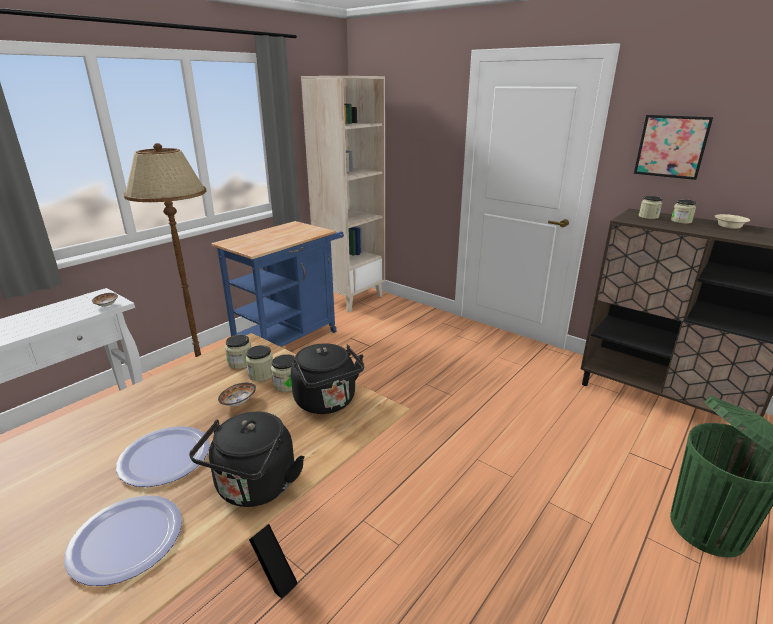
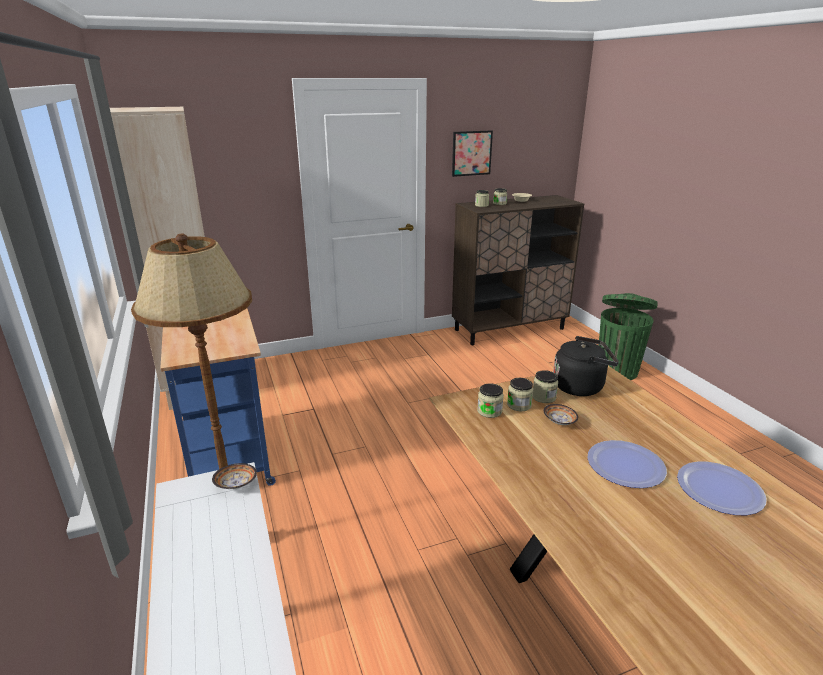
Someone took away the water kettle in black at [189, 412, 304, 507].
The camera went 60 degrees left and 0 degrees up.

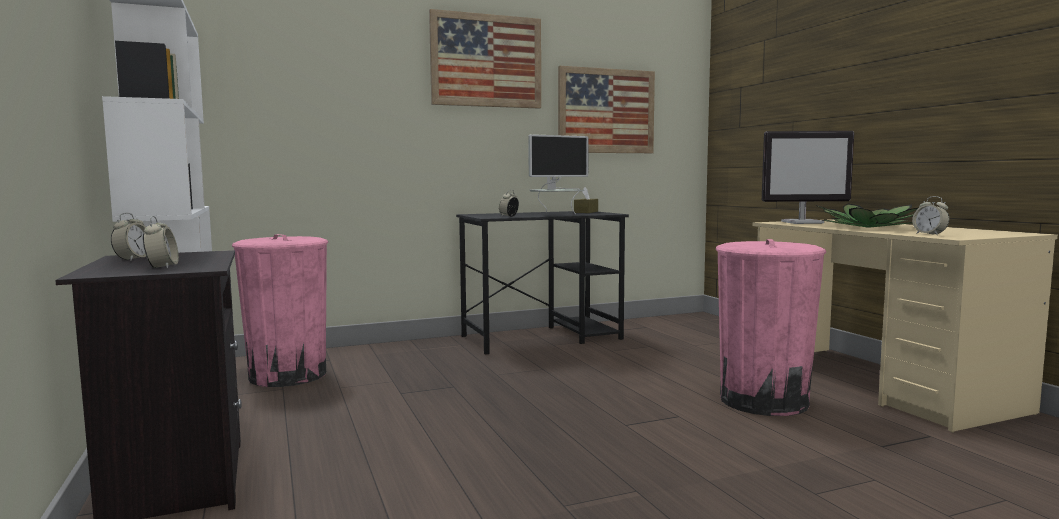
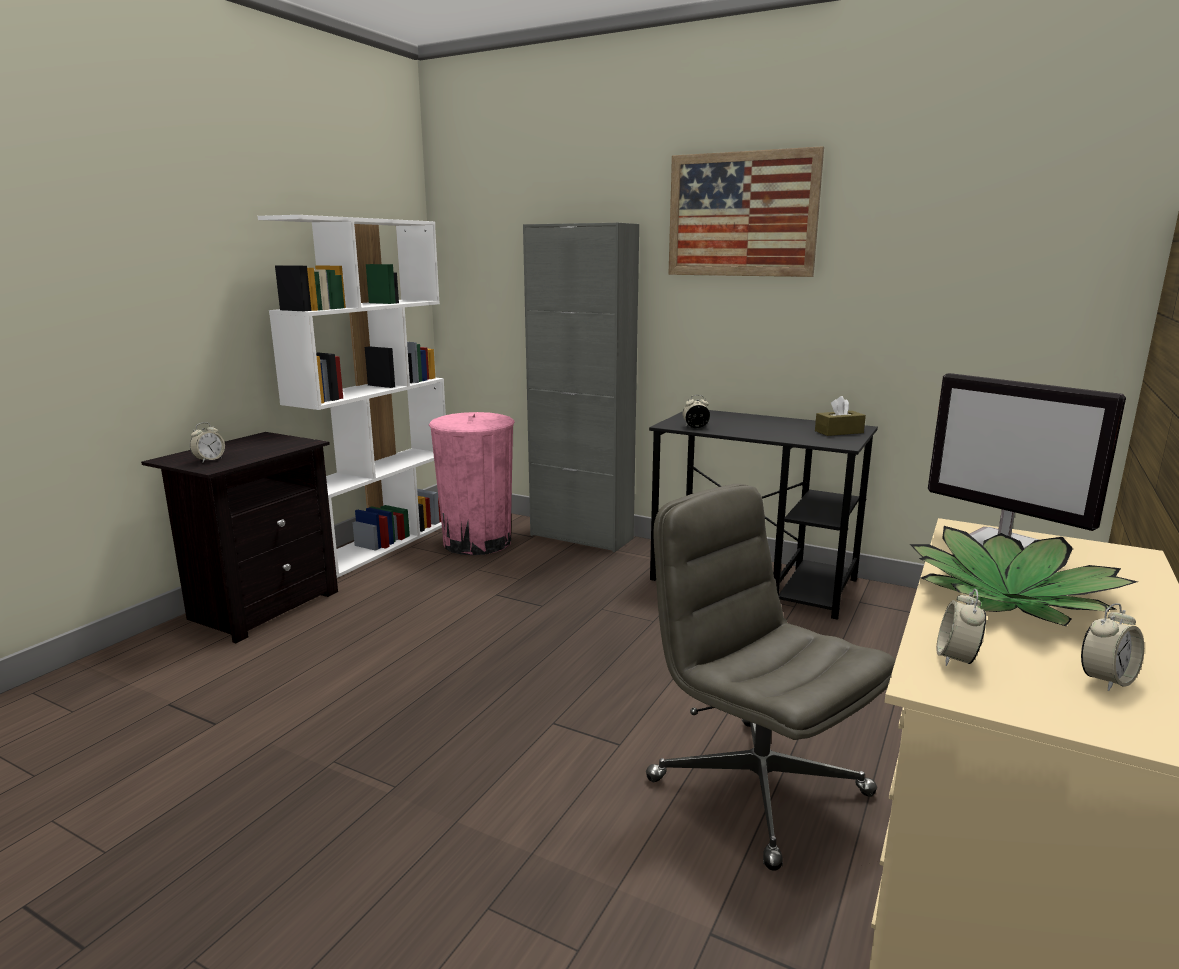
Someone put down the cupboard in gray at [523, 223, 639, 552].
Someone swapped the rubbish bin in pink at [716, 239, 826, 416] for the office chair in gray at [646, 484, 895, 871].
Someone carried the bedside clock from [111, 213, 146, 261] to [1081, 603, 1144, 691].
Someone took away the computer display at [528, 134, 589, 214].
Someone took away the picture at [558, 66, 655, 153].
The camera went 50 degrees right and 10 degrees up.

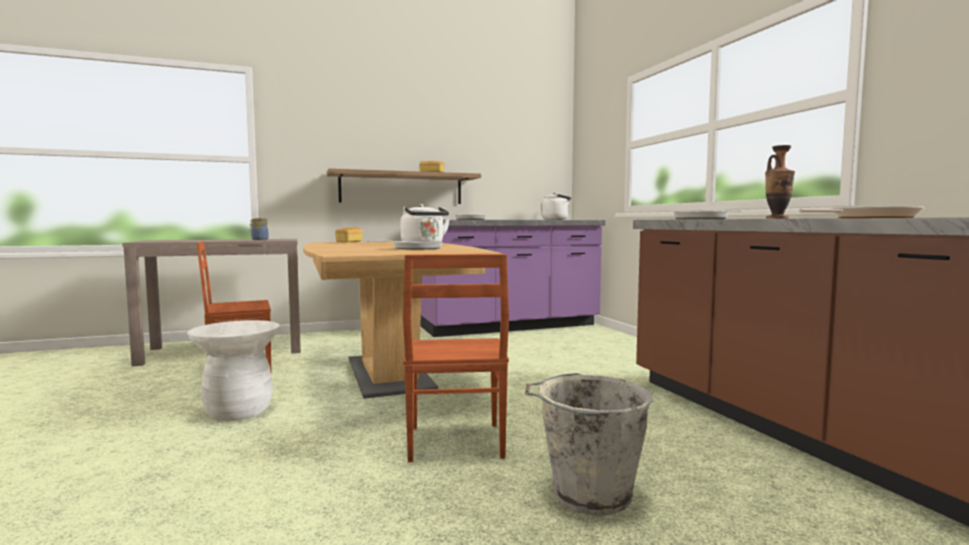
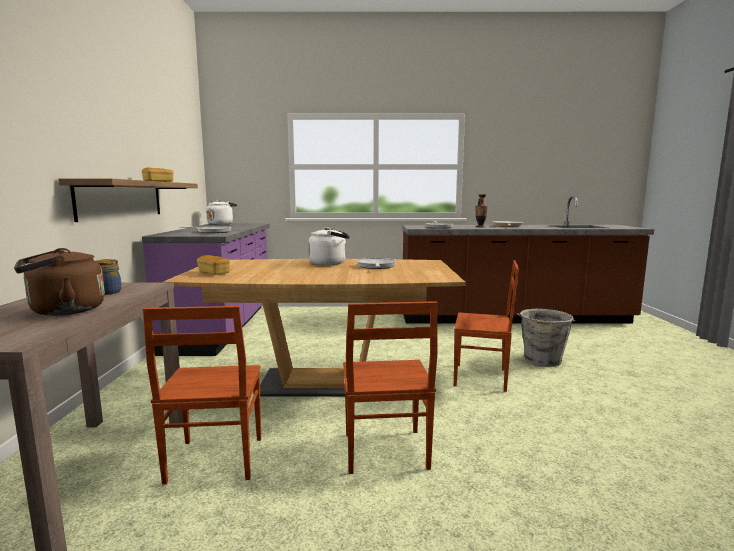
Someone put down the water kettle in brown at [14, 248, 105, 316].
Someone swapped the stool seat in white-coloured at [187, 320, 280, 421] for the upright chair in brown at [343, 301, 438, 474].
The camera went 70 degrees left and 5 degrees up.

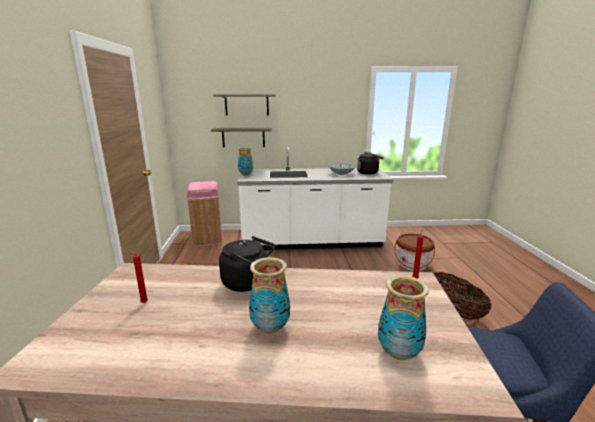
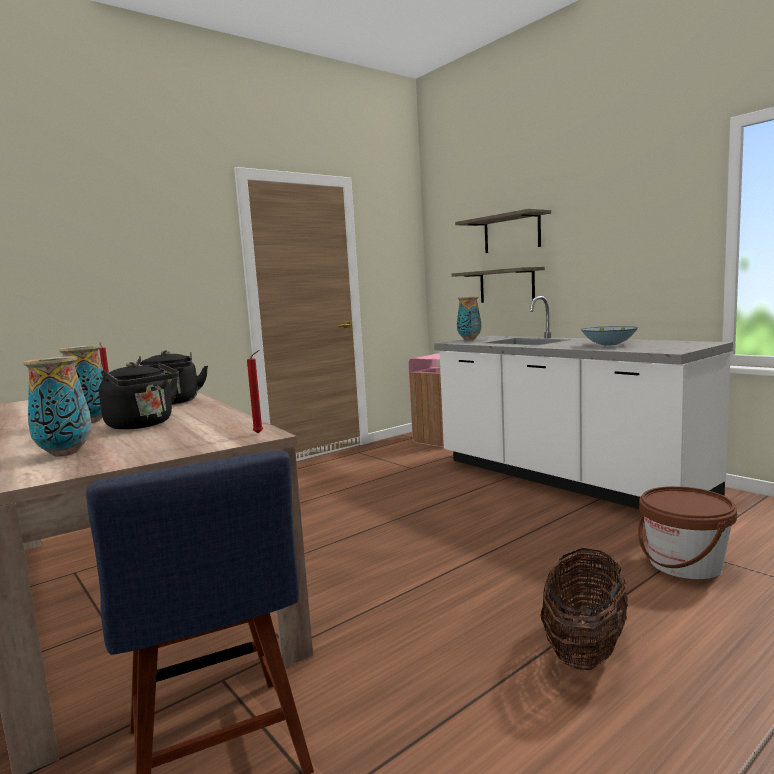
Someone carried the water kettle in black from [357, 152, 384, 175] to [99, 362, 179, 430].
The camera went 55 degrees right and 10 degrees down.

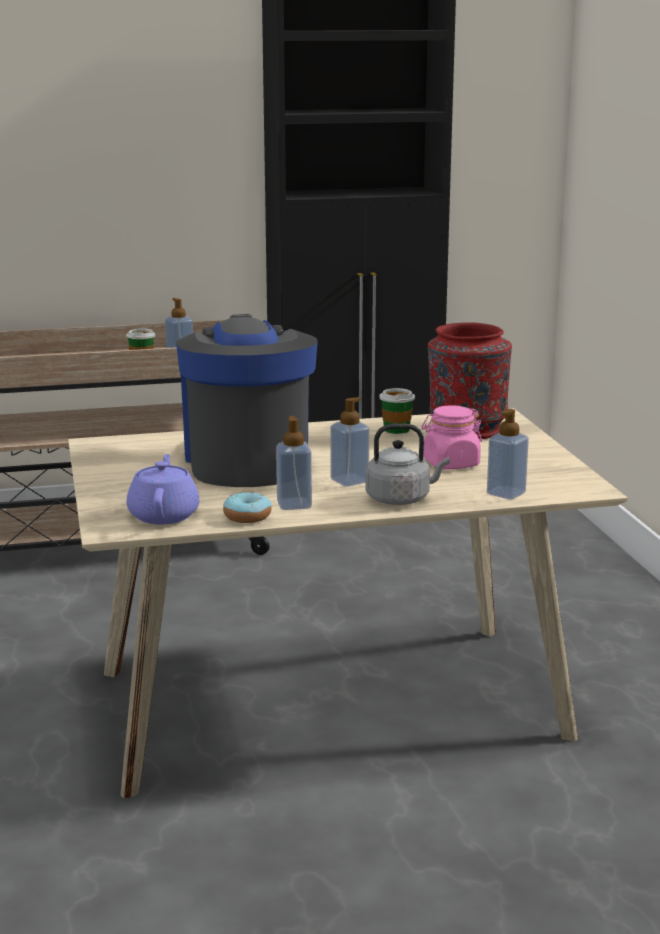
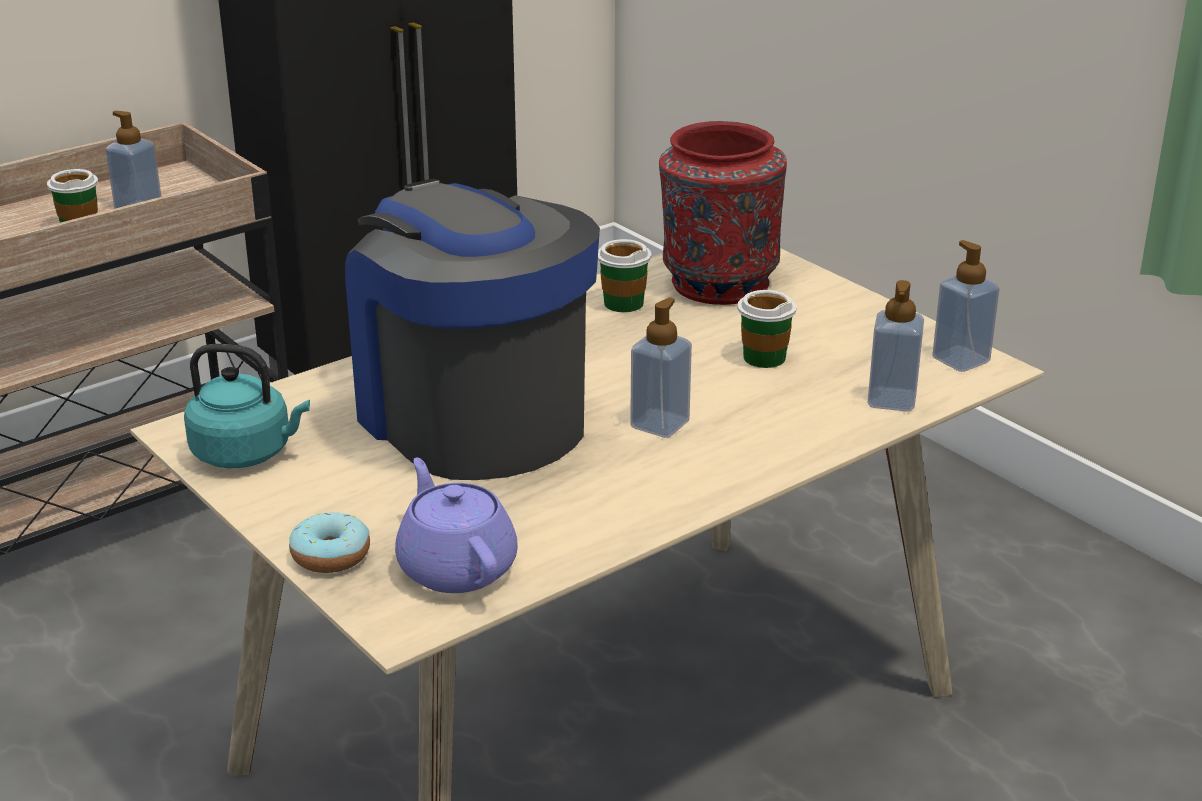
Someone put down the water kettle in turquoise at [184, 344, 310, 468].
Someone carried the doughnut from [223, 492, 272, 523] to [289, 512, 370, 573].
Someone swapped the preserve jar in pink at [421, 406, 482, 470] for the drinking cup at [737, 290, 797, 368].
Someone carried the soap dispenser from [276, 416, 312, 510] to [932, 240, 999, 372].
Someone took away the water kettle in gray at [365, 424, 450, 505].
The camera went 25 degrees left and 10 degrees up.

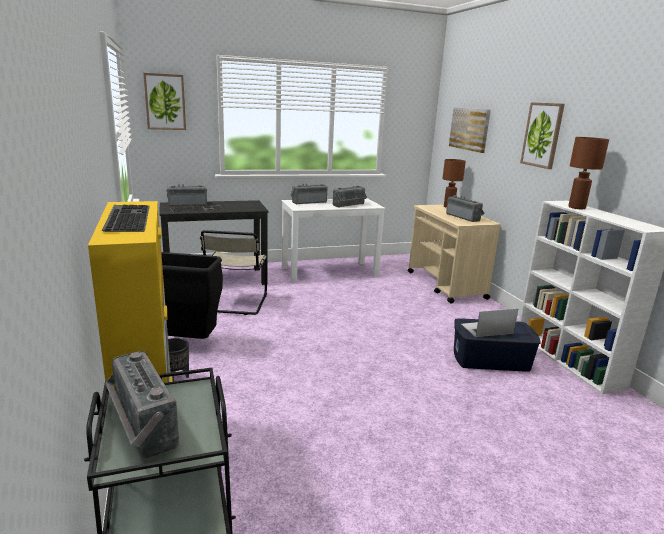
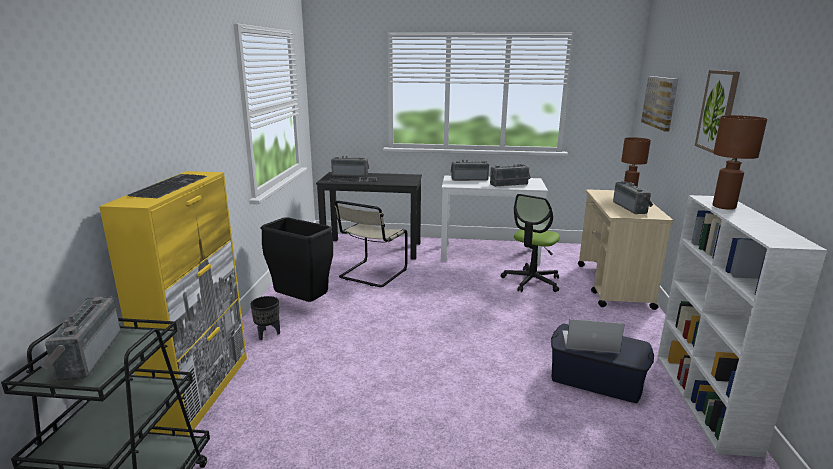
Someone put down the office chair at [501, 194, 560, 292].
Someone took away the picture at [143, 73, 186, 130].
The camera went 25 degrees right and 0 degrees up.

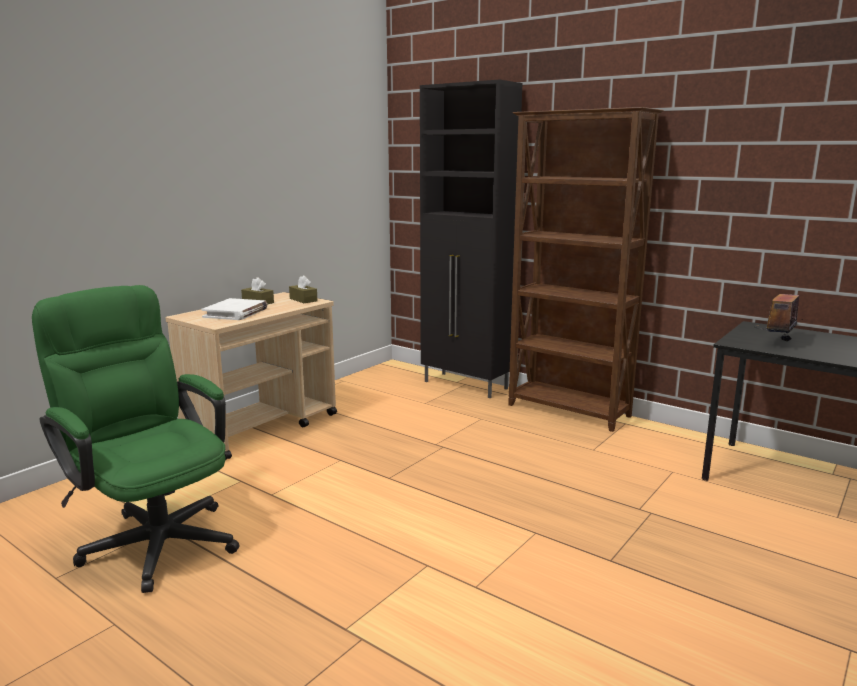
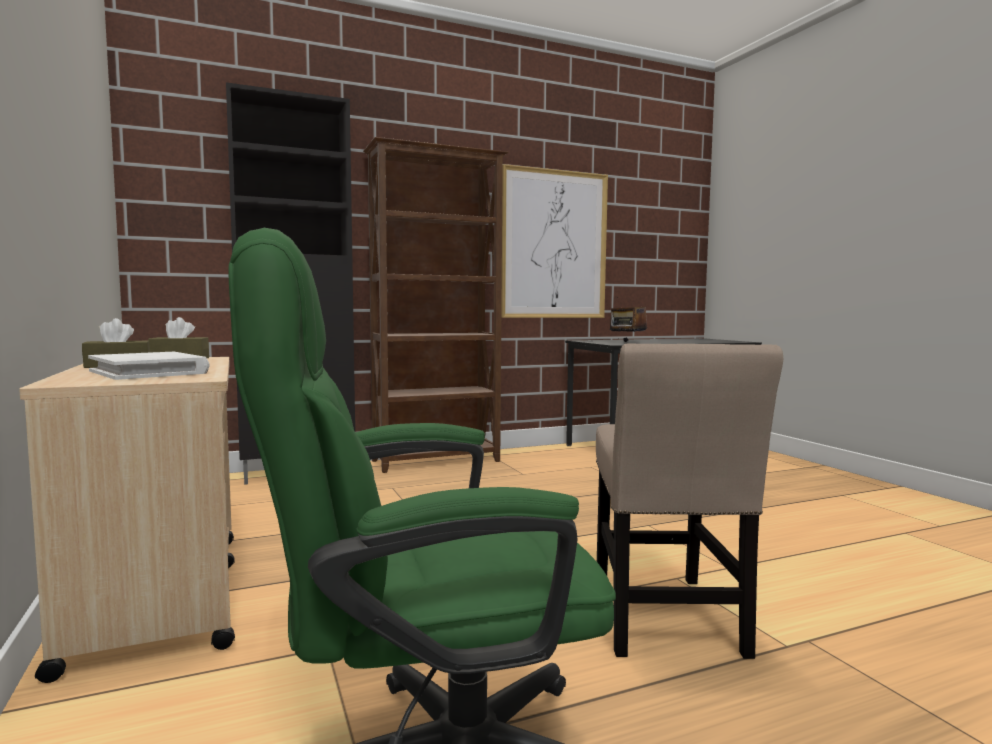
Someone put up the picture at [501, 164, 608, 318].
Someone put down the upright chair in beige at [596, 344, 783, 659].
The camera went 60 degrees left and 10 degrees down.

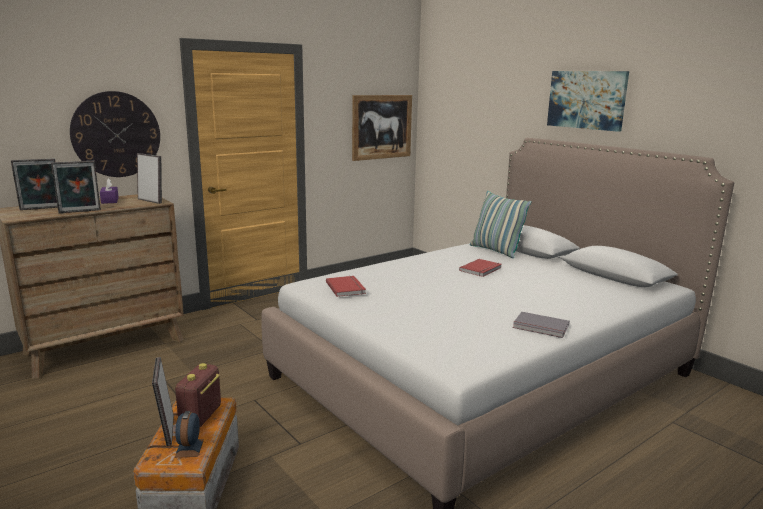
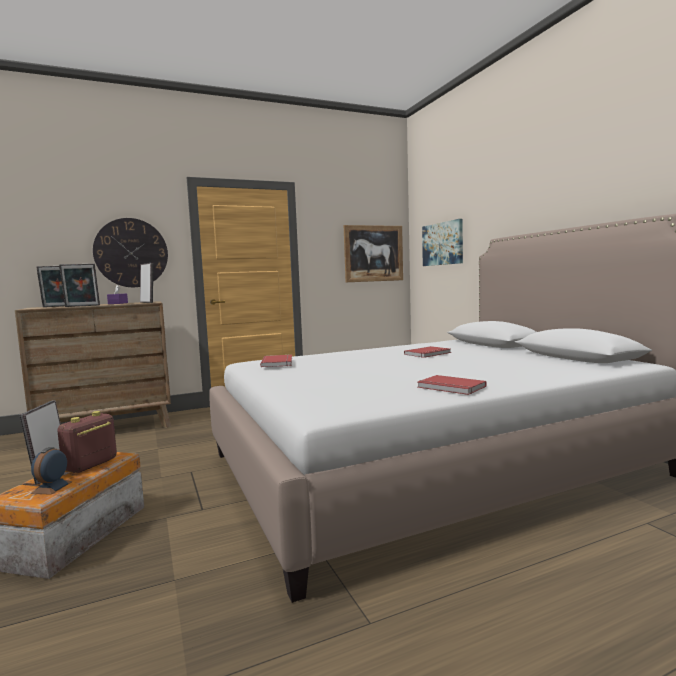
Someone repainted the volume in gray at [513, 312, 570, 338], which became the volume in red at [417, 375, 487, 395].
Someone carried the picture from [547, 71, 629, 132] to [422, 219, 463, 266].
Someone took away the throw pillow at [470, 191, 531, 258].
The camera went 15 degrees right and 10 degrees down.

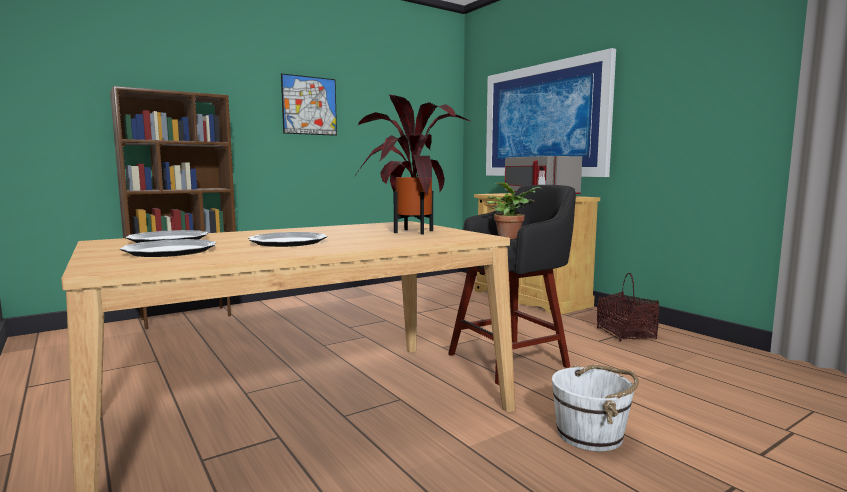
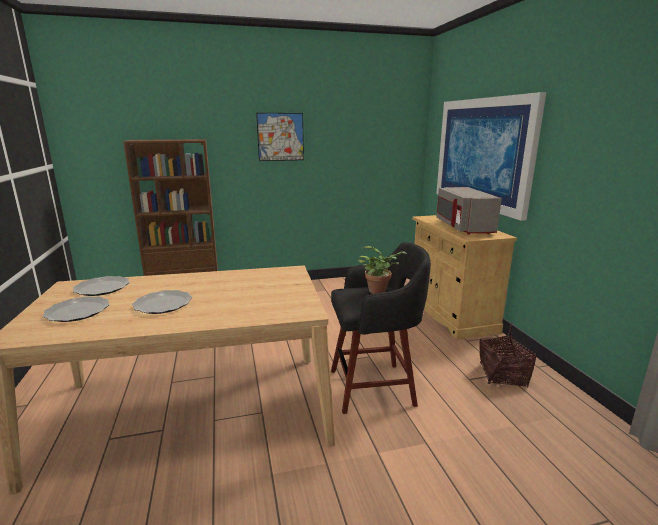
Someone took away the plant in a pot at [355, 95, 471, 235].
Someone took away the water bucket in white-coloured at [552, 365, 639, 451].
The camera went 20 degrees right and 10 degrees up.

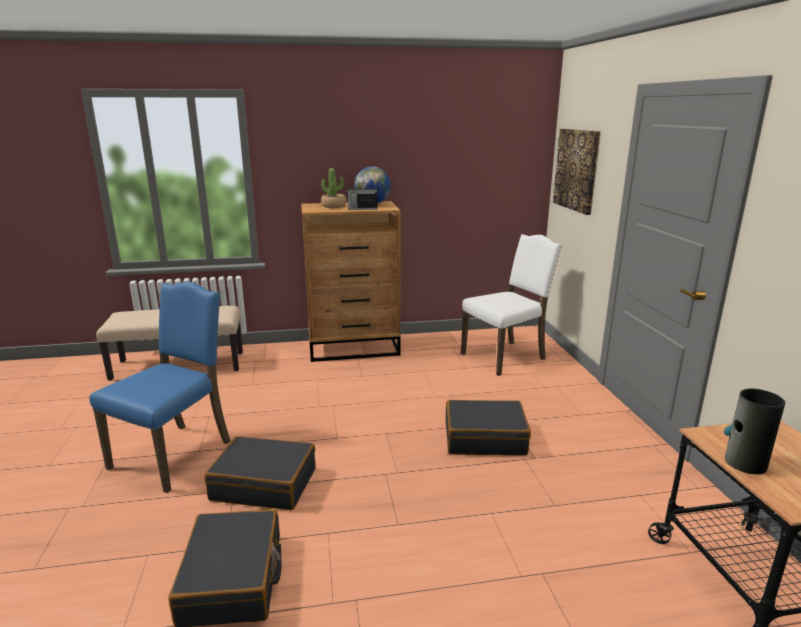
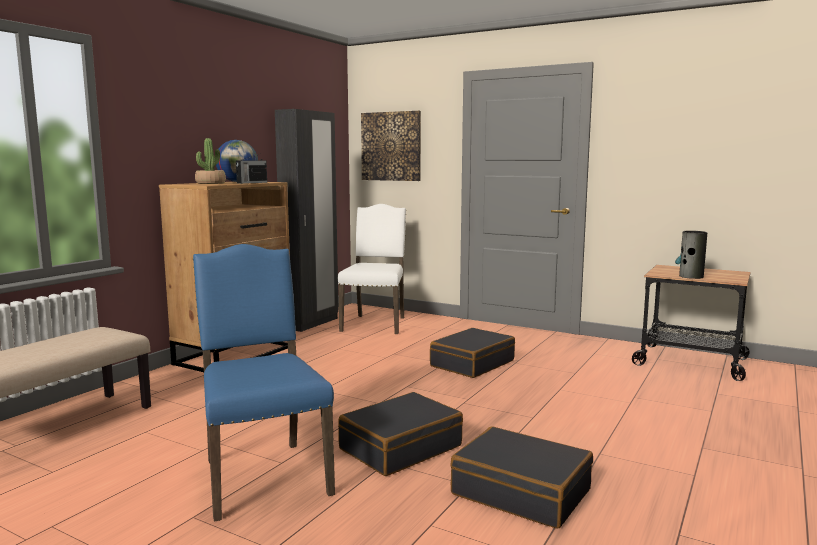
Someone put down the clothes cupboard in black at [275, 109, 339, 332].
The camera went 50 degrees left and 10 degrees down.

